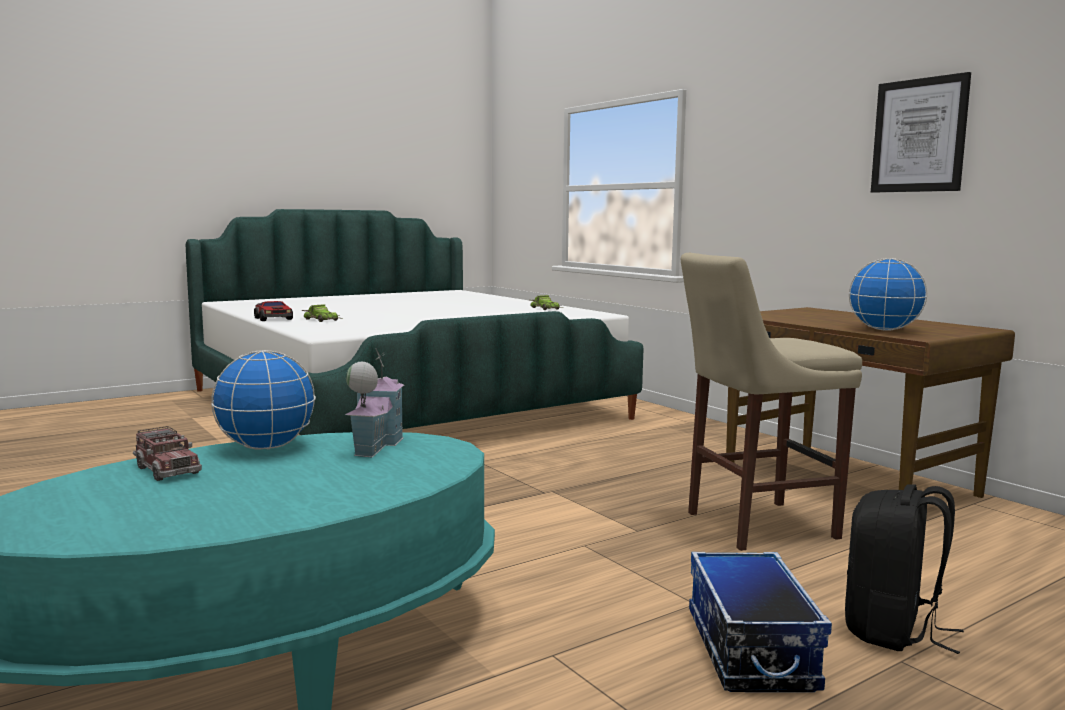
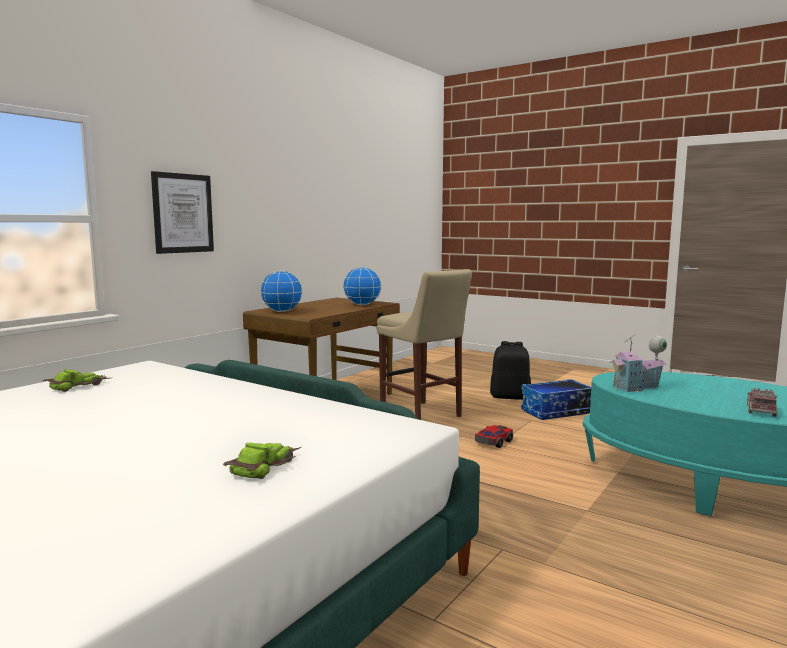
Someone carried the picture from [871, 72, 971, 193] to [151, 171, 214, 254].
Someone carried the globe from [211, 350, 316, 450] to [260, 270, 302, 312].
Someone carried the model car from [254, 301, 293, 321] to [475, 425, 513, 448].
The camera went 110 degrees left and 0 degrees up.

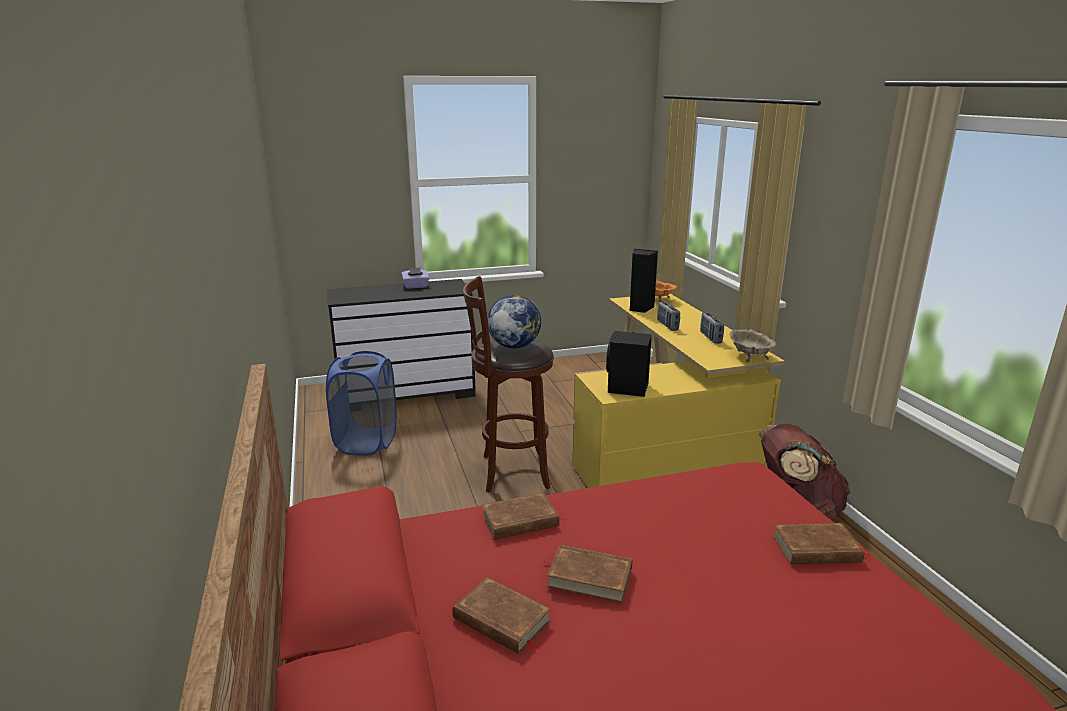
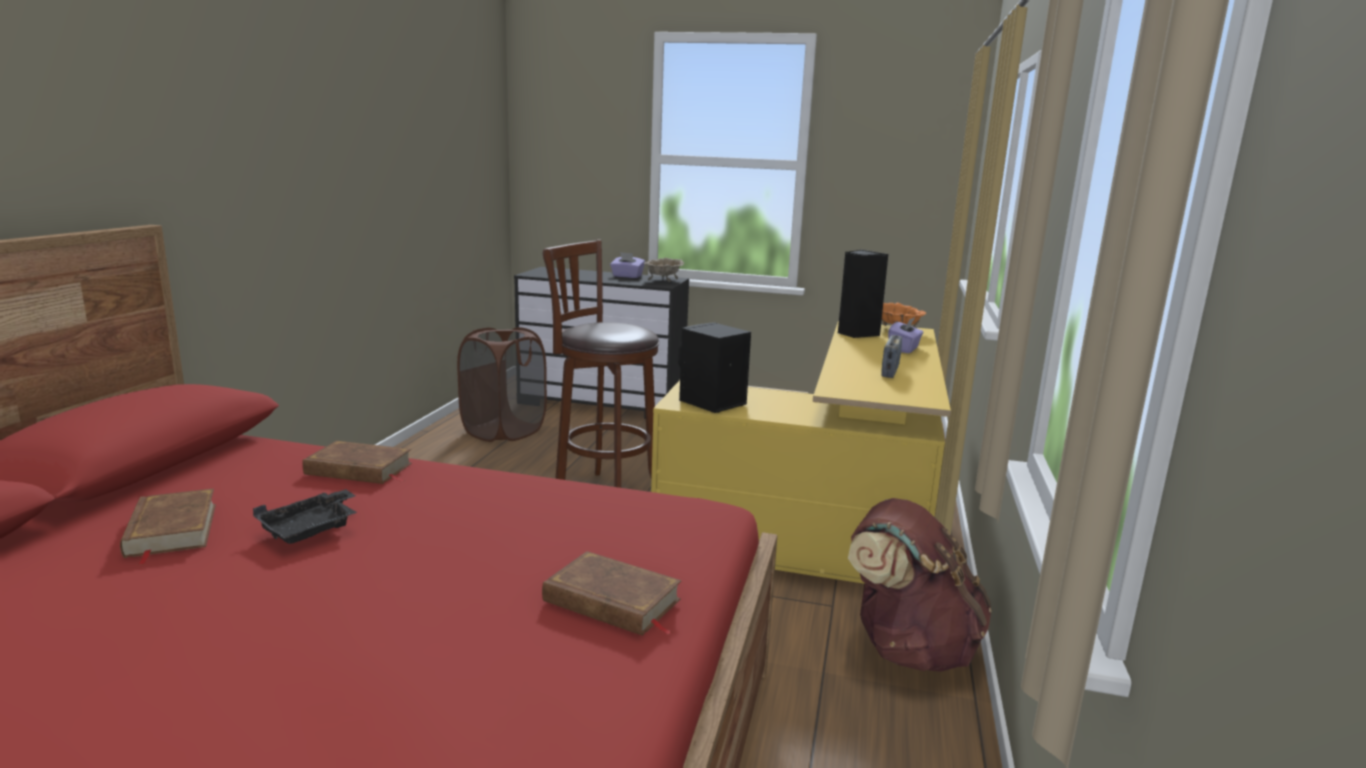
Someone swapped the volume in brown at [544, 545, 633, 603] for the serving tray in black at [253, 489, 358, 544].
Someone repainted the hamper in blue-coloured at [326, 351, 397, 456], which became the hamper in brown at [457, 327, 547, 442].
Someone carried the bowl in beige from [729, 329, 776, 362] to [644, 258, 684, 282].
Someone put down the tissue holder in purple-coloured at [888, 317, 924, 353].
Someone took away the globe at [488, 295, 541, 348].
Someone took away the radio receiver at [657, 301, 680, 331].
The camera went 30 degrees right and 5 degrees down.

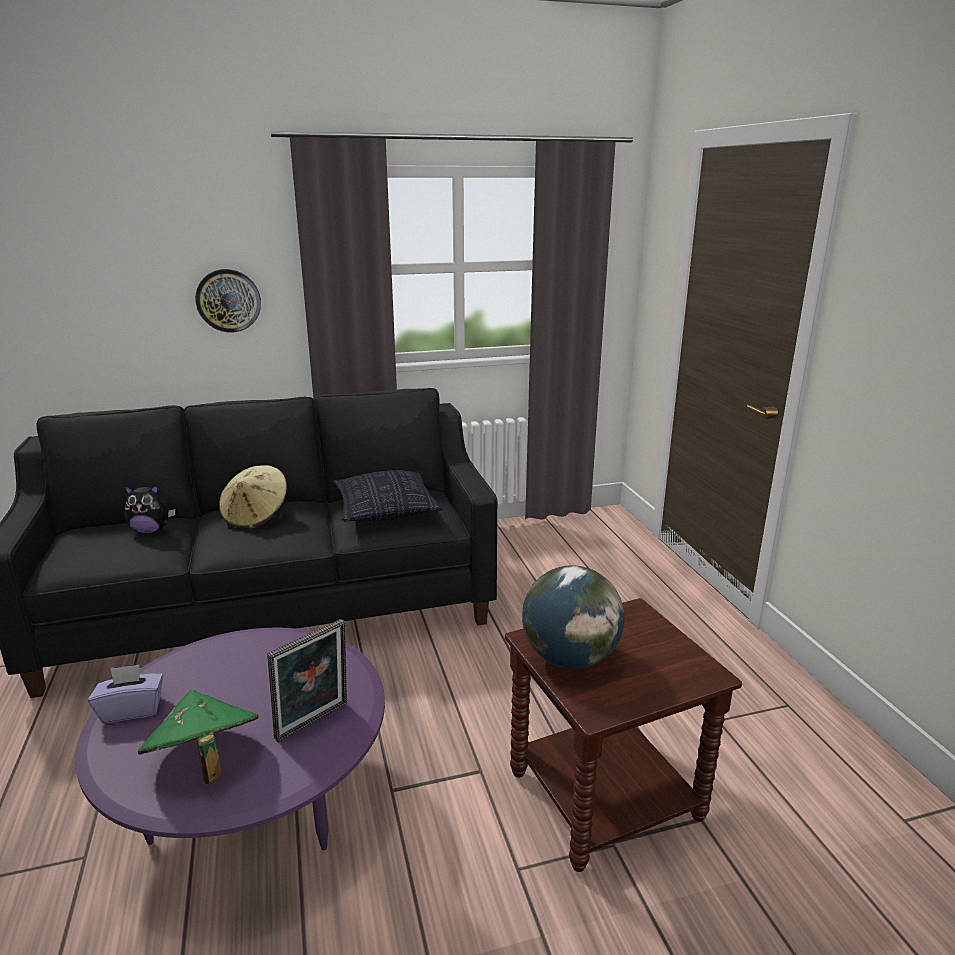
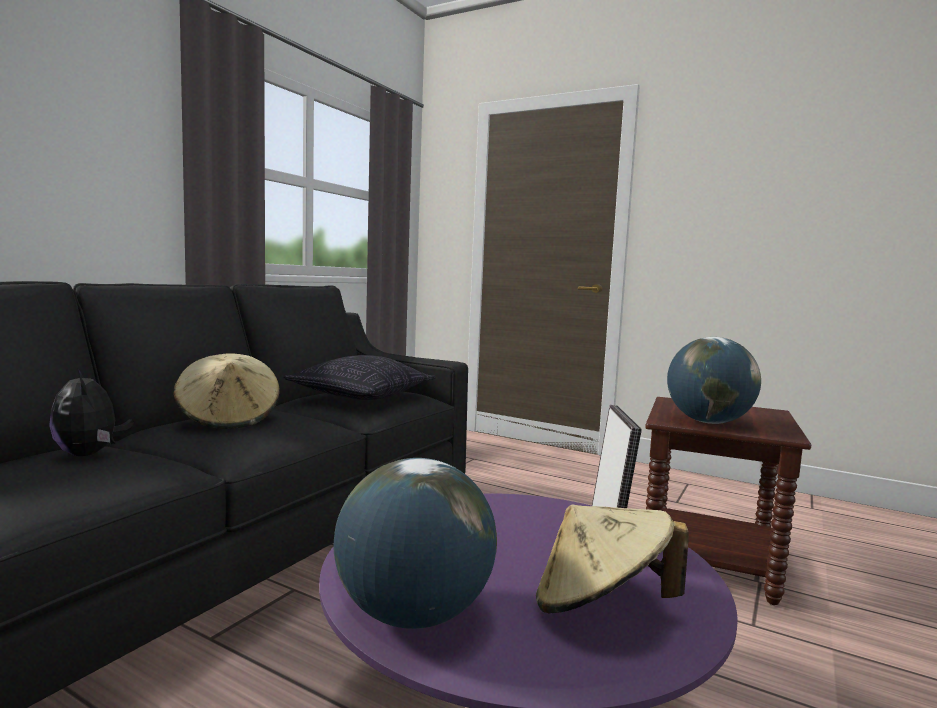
Someone rotated the soft toy at [124, 485, 175, 534] by 105 degrees clockwise.
Someone swapped the tissue holder in purple-coloured at [88, 664, 163, 723] for the globe at [334, 458, 497, 629].
Someone repainted the hat in green-coloured at [138, 690, 258, 784], which became the hat in beige at [536, 505, 689, 614].
Someone took away the hanging clock at [195, 269, 261, 333].
The camera went 45 degrees left and 15 degrees down.

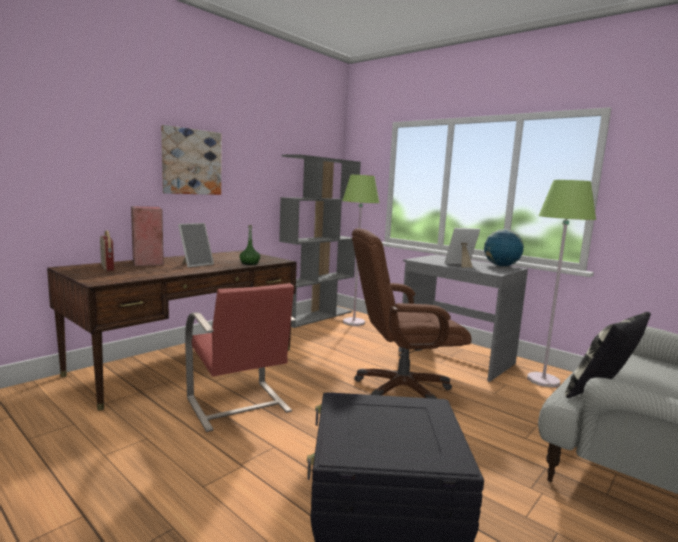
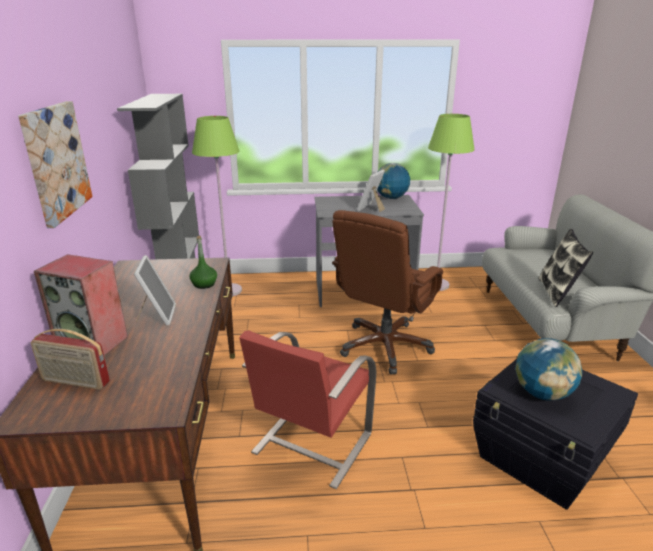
Someone rotated the upright chair in red at [185, 283, 296, 432] by 105 degrees clockwise.
Someone put down the globe at [515, 338, 582, 401].
The camera went 45 degrees left and 15 degrees up.

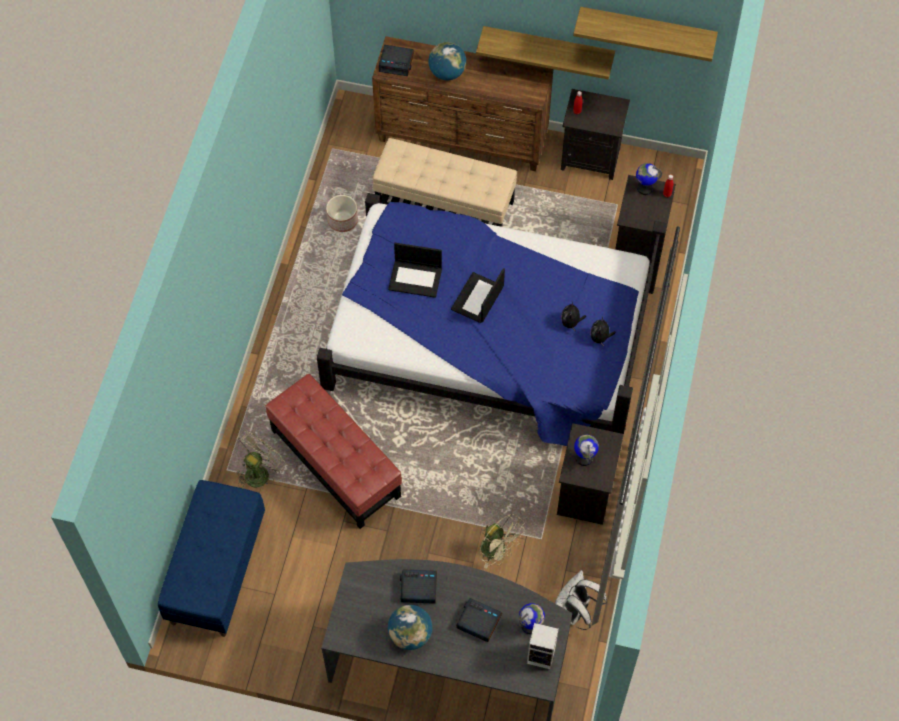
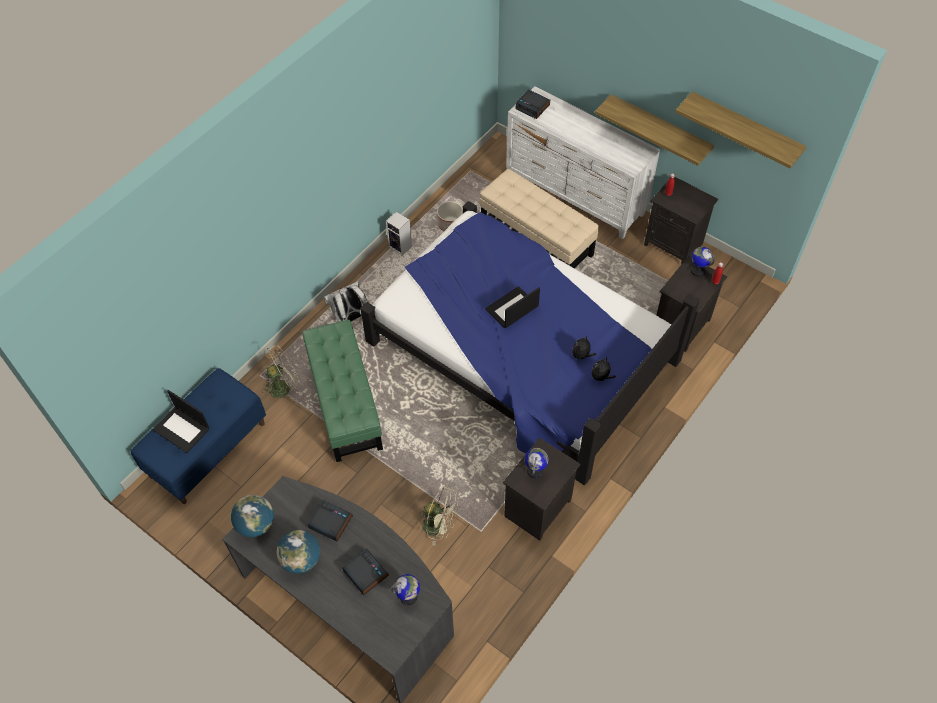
Someone carried the laptop from [388, 243, 442, 298] to [153, 390, 209, 453].
Someone carried the globe from [428, 42, 466, 81] to [231, 495, 274, 537].
Someone repainted the ottoman in red at [266, 374, 402, 529], which became the ottoman in green-coloured at [302, 320, 383, 462].
Someone carried the backpack in white-coloured from [555, 570, 607, 630] to [324, 281, 367, 322].
Someone carried the audio speaker from [527, 623, 559, 670] to [386, 212, 412, 256].
Someone rotated the electric fan in beige at [479, 514, 526, 569] by 45 degrees counterclockwise.
Someone repainted the chest of drawers in brown at [372, 36, 553, 171], which became the chest of drawers in white-coloured at [506, 86, 660, 239].
The camera went 25 degrees right and 5 degrees down.

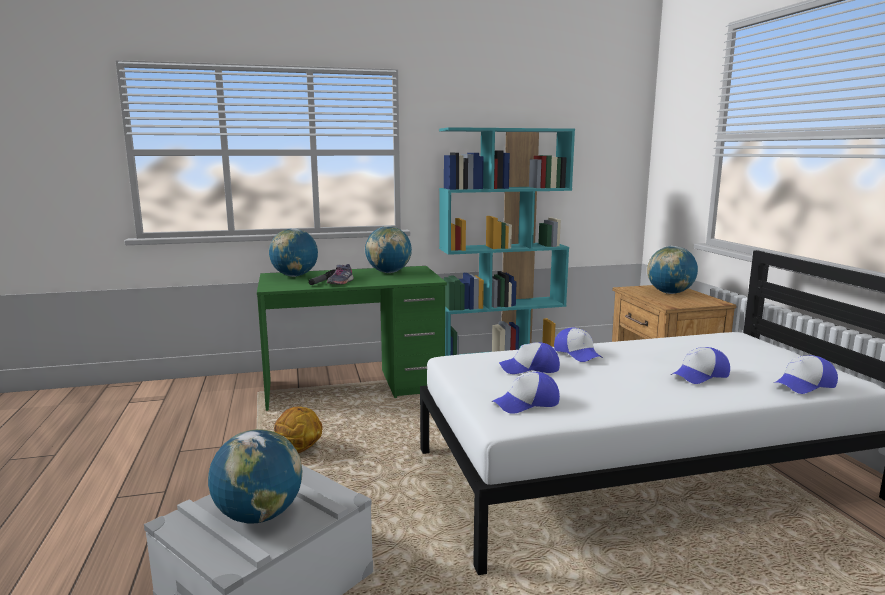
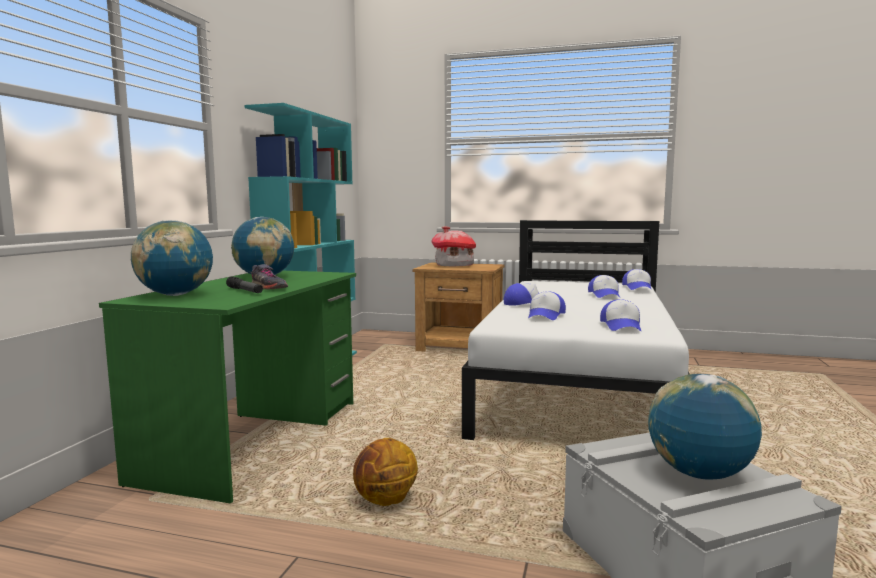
Someone swapped the globe at [647, 246, 698, 294] for the toy house at [431, 226, 476, 266].
The camera went 60 degrees left and 5 degrees down.

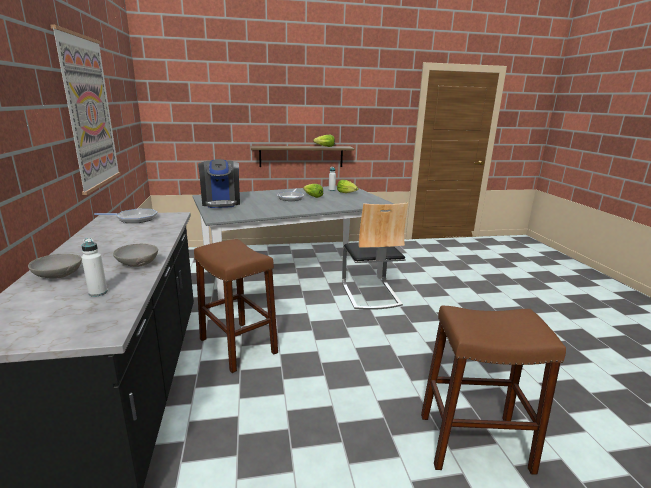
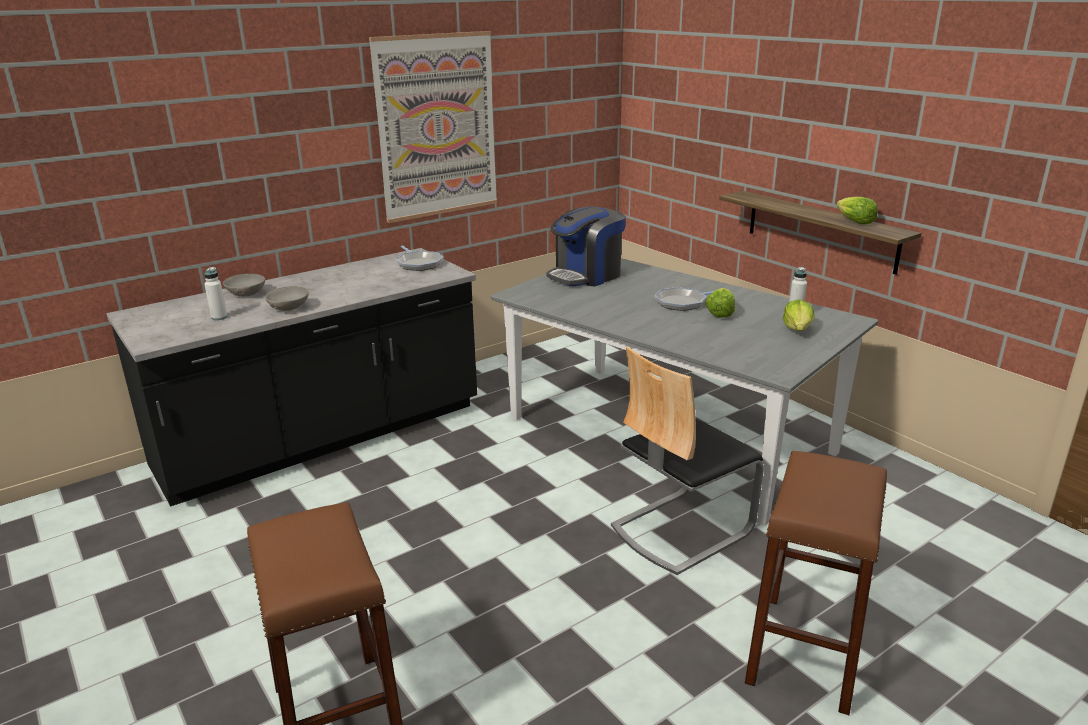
Someone carried the stool seat in brown from [194, 239, 278, 373] to [745, 451, 887, 715].
The camera went 65 degrees right and 5 degrees up.

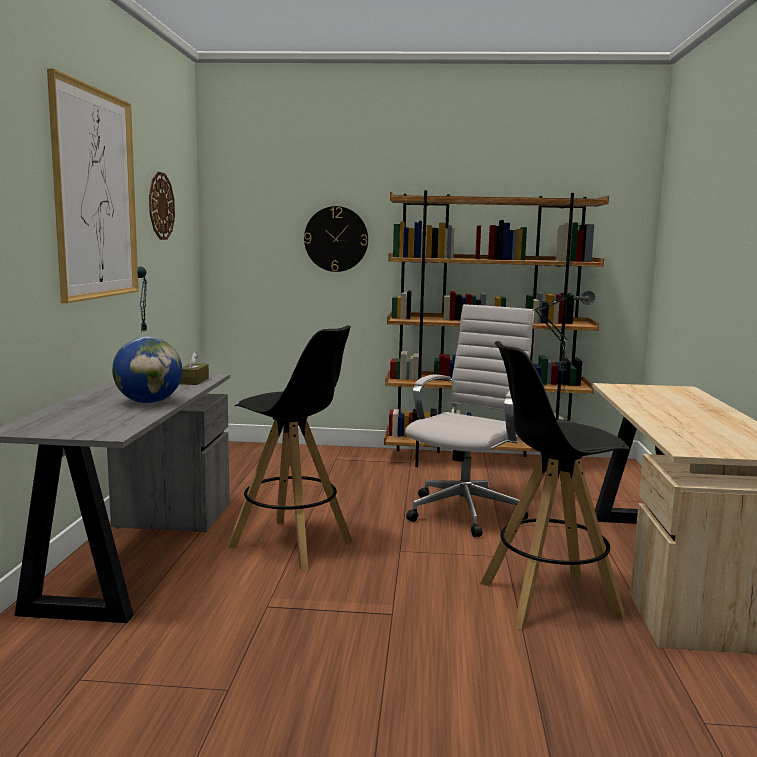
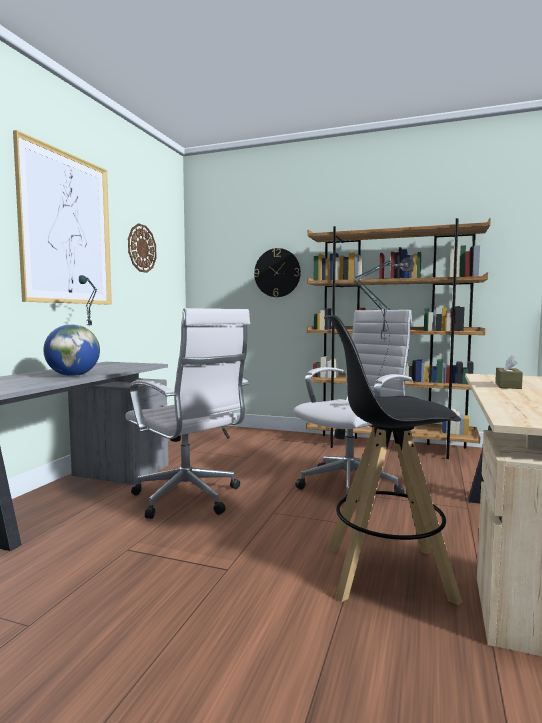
Someone swapped the stool seat in black at [228, 325, 353, 571] for the office chair in white-coloured at [125, 308, 250, 519].
Someone carried the tissue holder in brown from [179, 352, 209, 385] to [495, 355, 523, 389].
The camera went 15 degrees right and 5 degrees down.

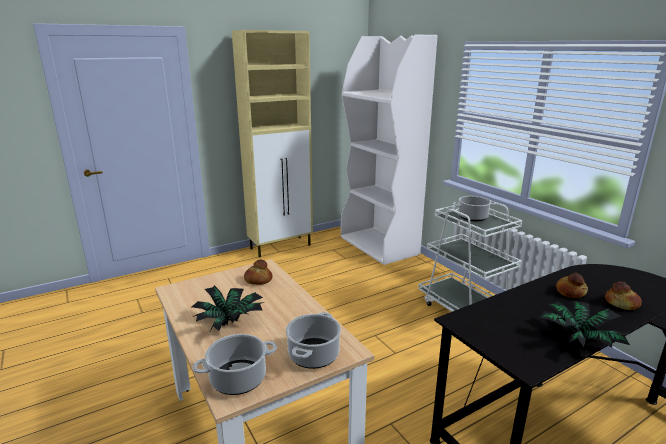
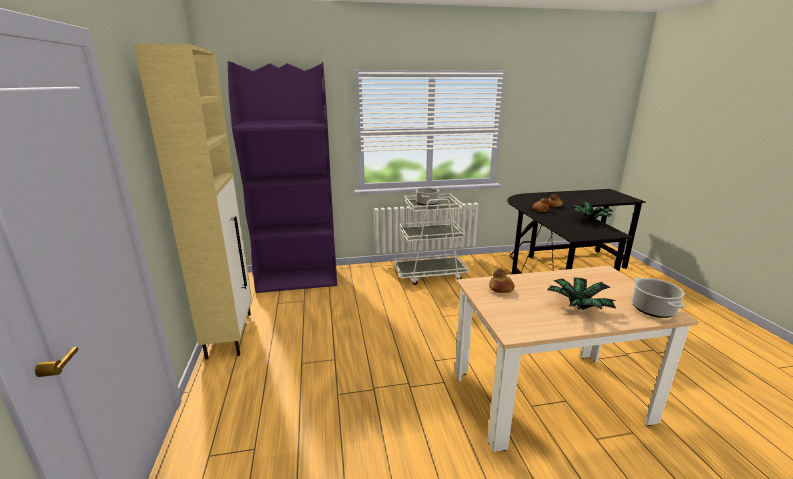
Someone repainted the bookcase in white-coloured at [341, 35, 437, 265], which became the bookcase in purple-coloured at [228, 61, 337, 293].
Someone took away the stockpot at [286, 312, 341, 369].
The camera went 70 degrees left and 0 degrees up.

